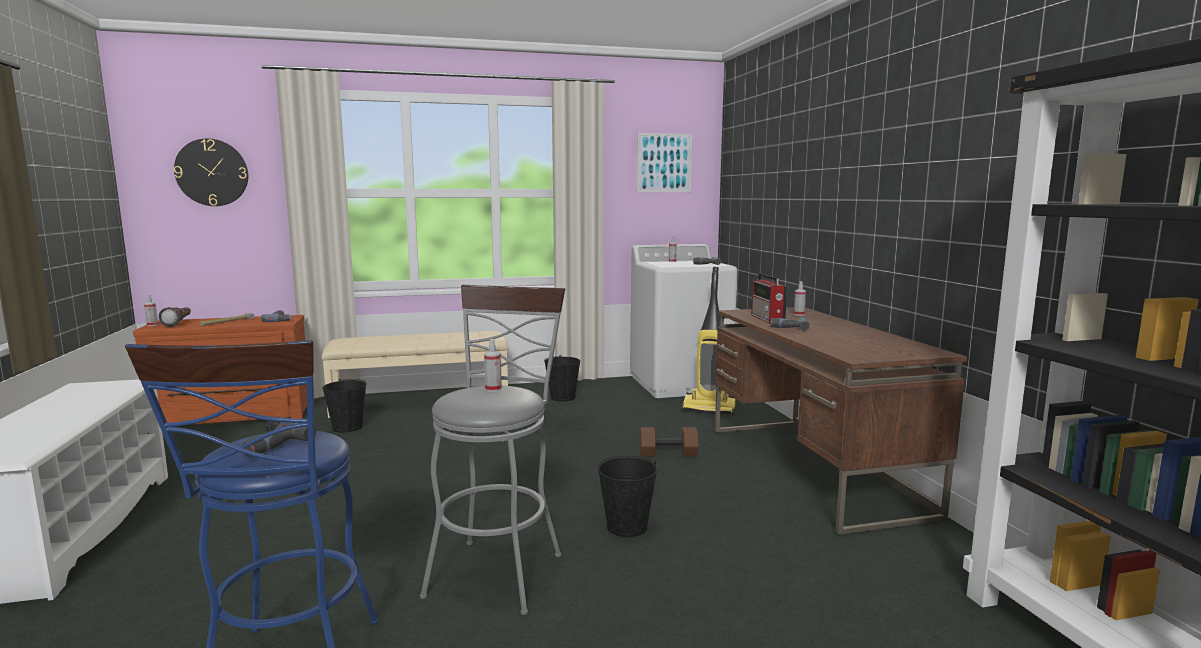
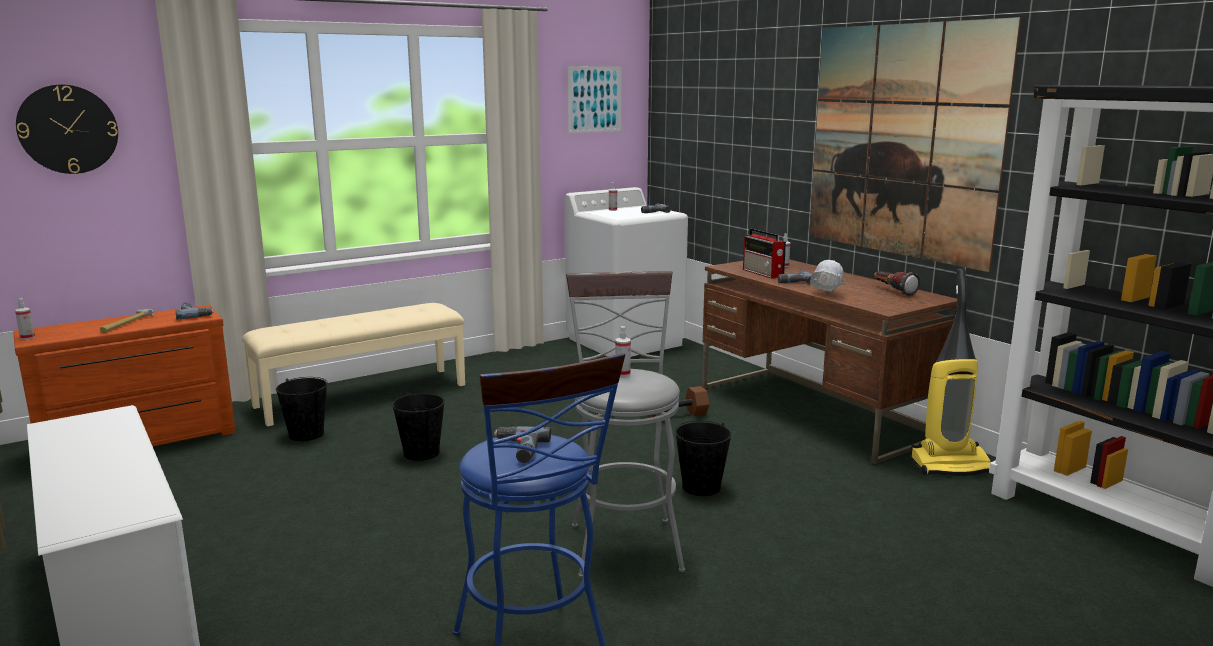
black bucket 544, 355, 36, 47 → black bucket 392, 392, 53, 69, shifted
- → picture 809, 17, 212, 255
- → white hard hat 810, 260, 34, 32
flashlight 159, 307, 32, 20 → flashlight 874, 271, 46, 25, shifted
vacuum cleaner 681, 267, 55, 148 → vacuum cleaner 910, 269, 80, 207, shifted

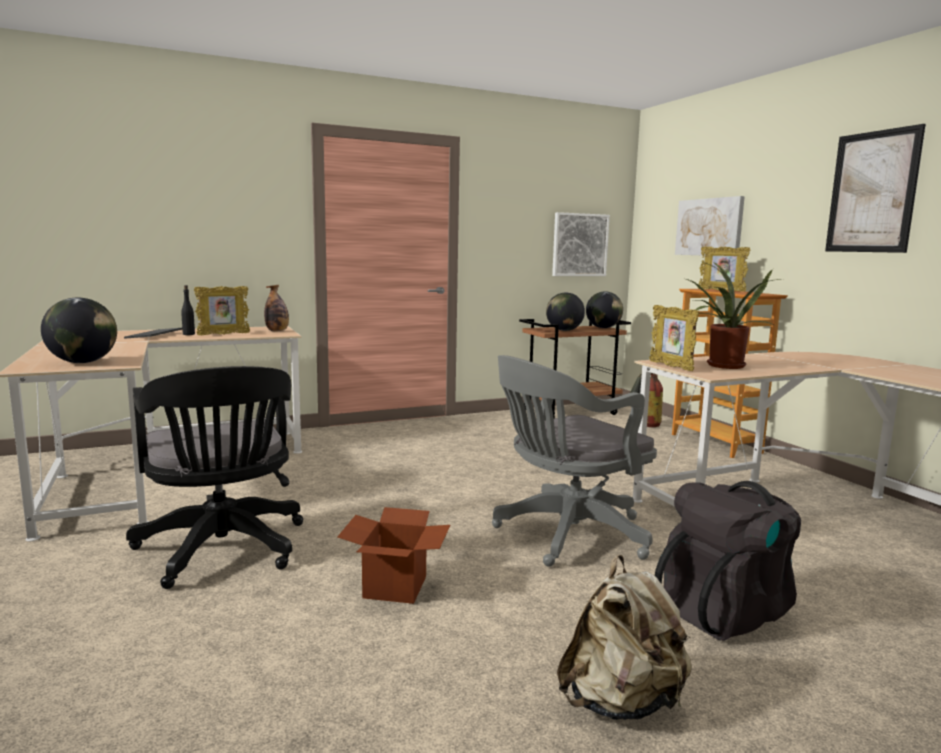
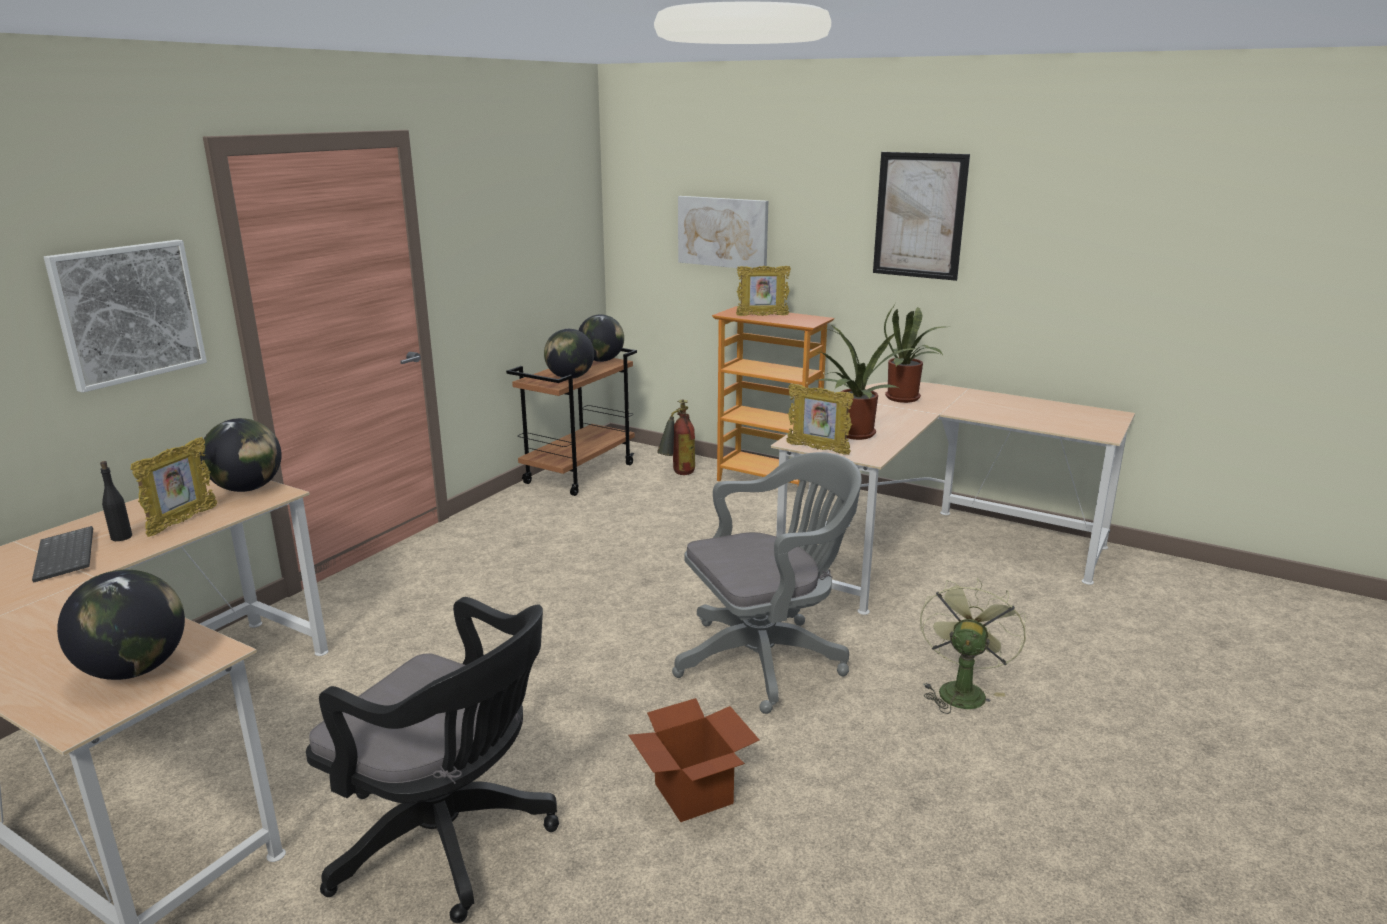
picture 552, 212, 58, 64 → picture 44, 240, 163, 153, shifted
bottle 264, 285, 25, 47 → globe 200, 418, 82, 74
grey office chair 492, 355, 165, 212 → grey office chair 672, 452, 190, 262, 135 degrees counterclockwise
- → potted plant 884, 304, 61, 99
black backpack 655, 481, 146, 160 → green fan 920, 578, 106, 136
beige backpack 557, 555, 135, 165 → -

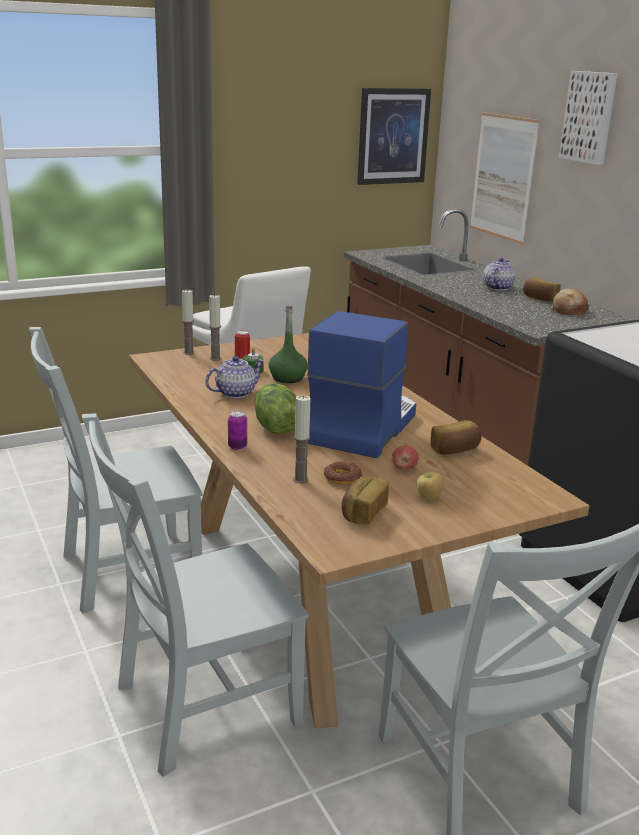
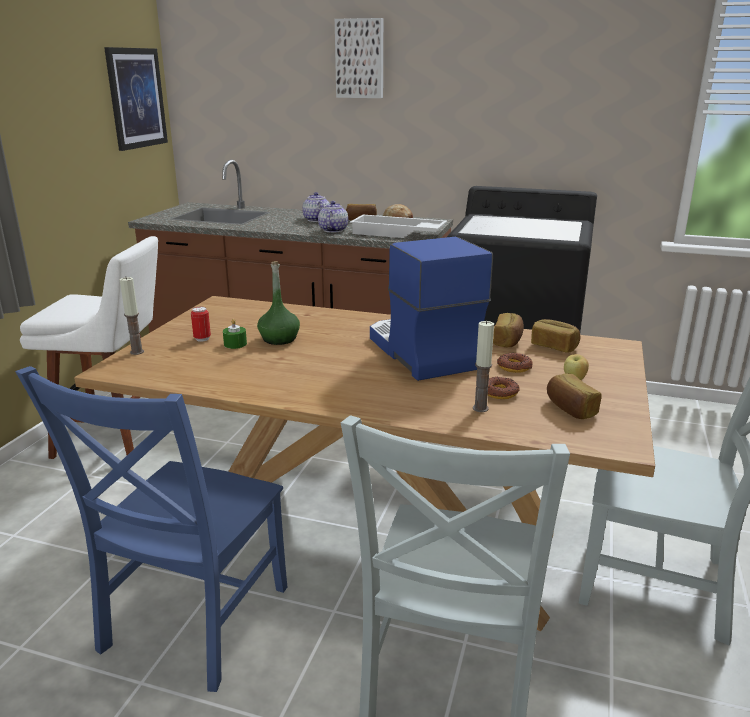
grey chair 29, 327, 173, 287 → blue chair 15, 366, 272, 326
teapot 205, 356, 60, 42 → teapot 318, 201, 30, 32, shifted
- → white tray 350, 215, 97, 23
apple 392, 445, 26, 25 → donut 497, 353, 36, 20
- → bread 531, 319, 49, 34
candle 209, 294, 12, 67 → -
can 228, 411, 19, 39 → -
lettuce 255, 383, 41, 51 → -
picture 470, 112, 70, 133 → -

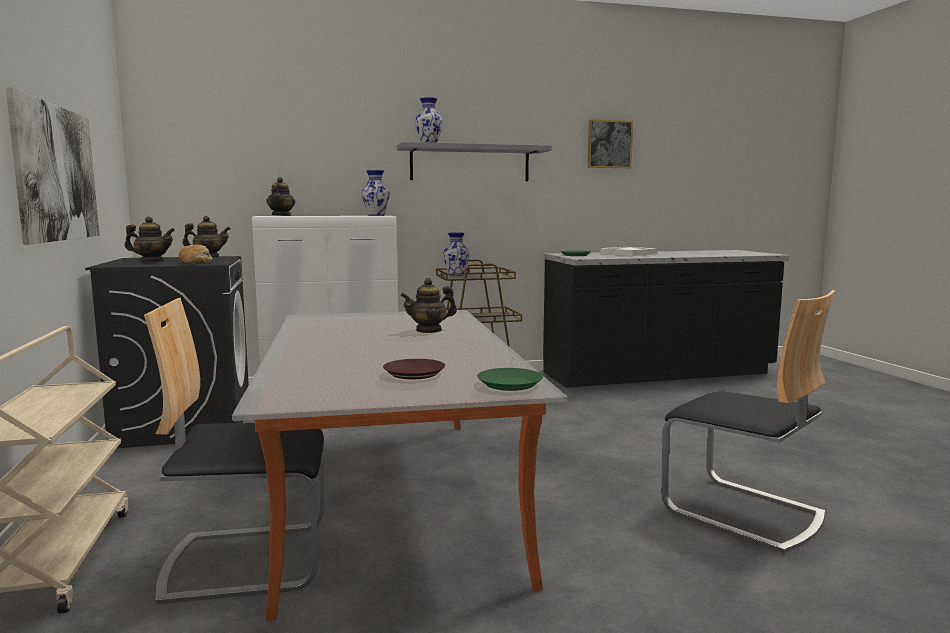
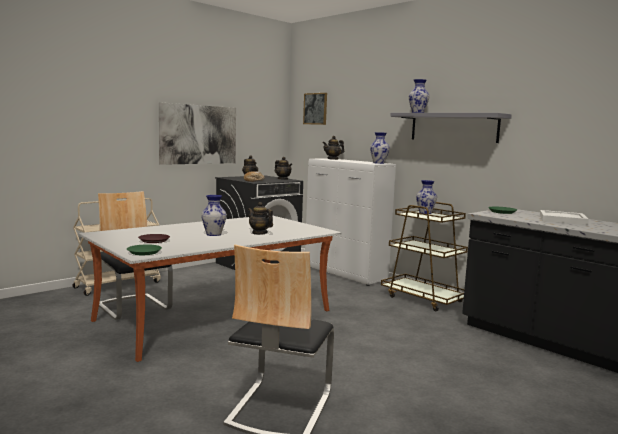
- → vase 201, 195, 26, 41
picture 588, 119, 45, 49 → picture 303, 93, 24, 32, shifted

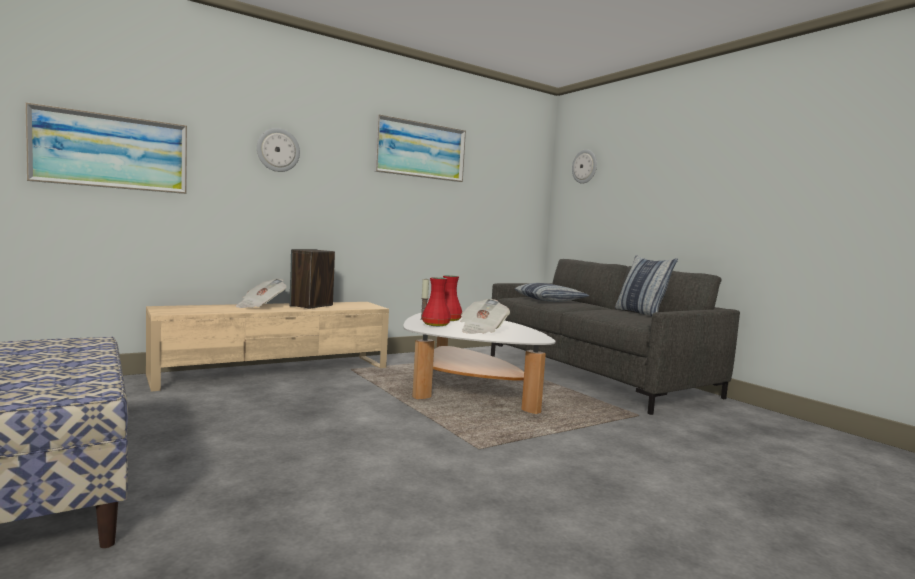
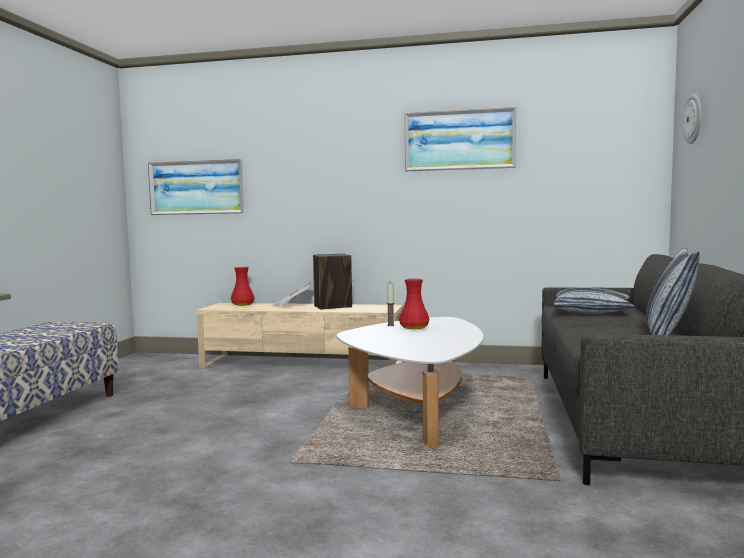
red vase 422, 277, 29, 49 → red vase 231, 267, 24, 39, shifted
wall clock 257, 128, 43, 44 → -
newspaper 460, 299, 50, 35 → -

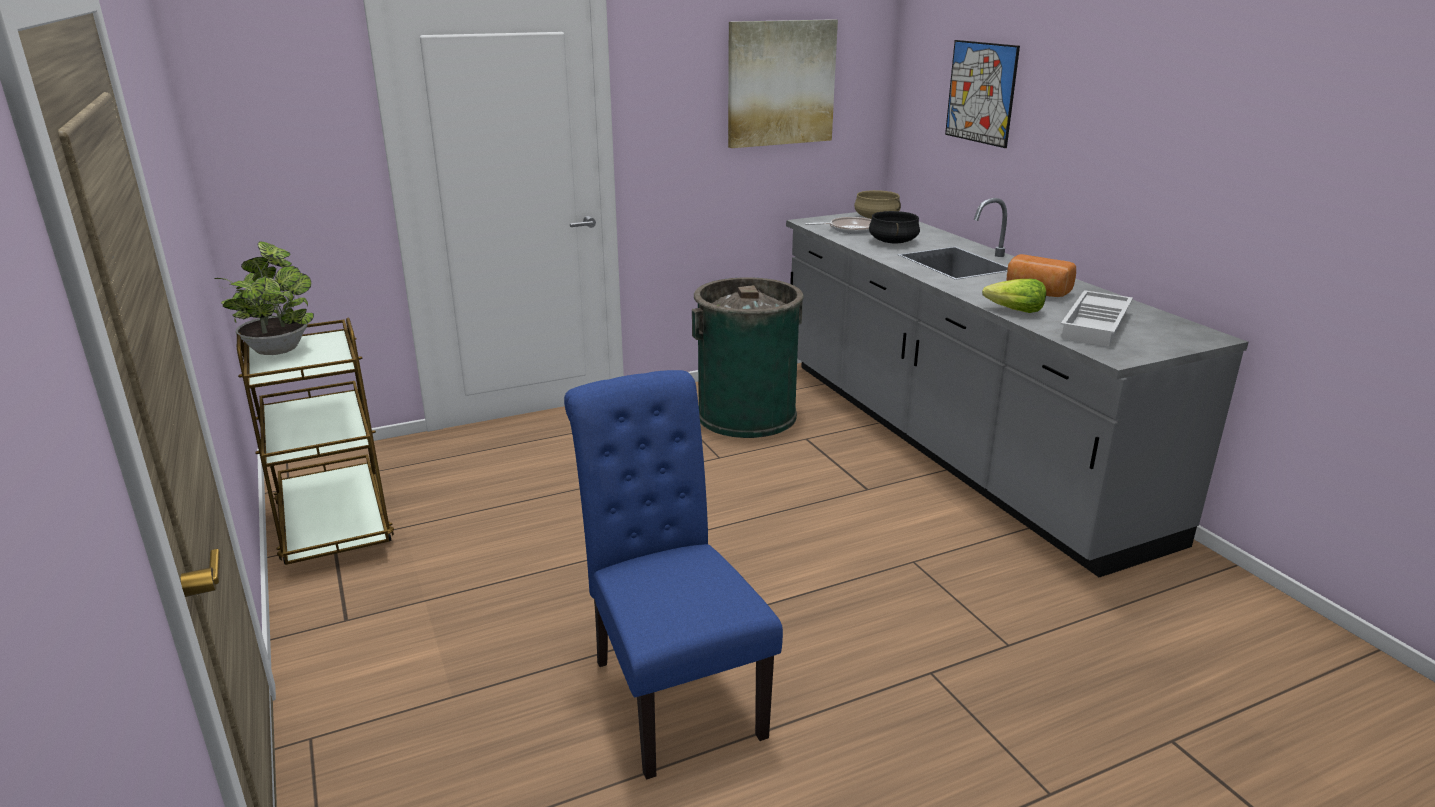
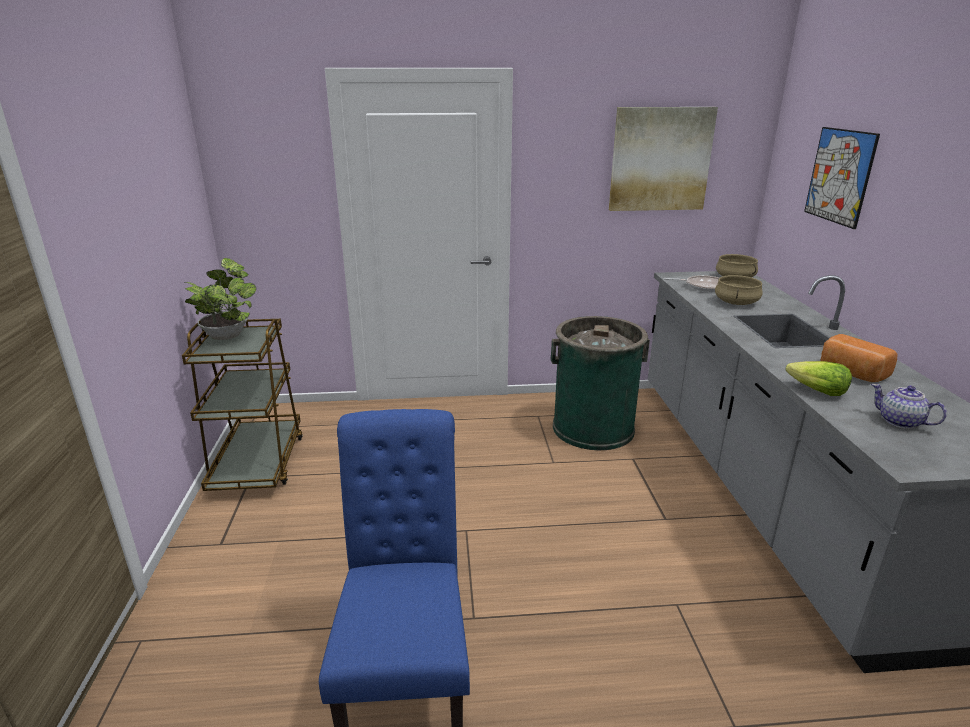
black cooking pot 869, 211, 51, 32 → beige cooking pot 715, 275, 48, 30
white tray 1061, 290, 72, 57 → teapot 871, 384, 76, 45

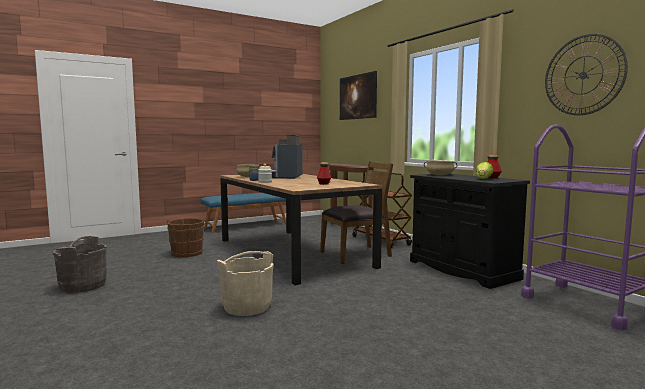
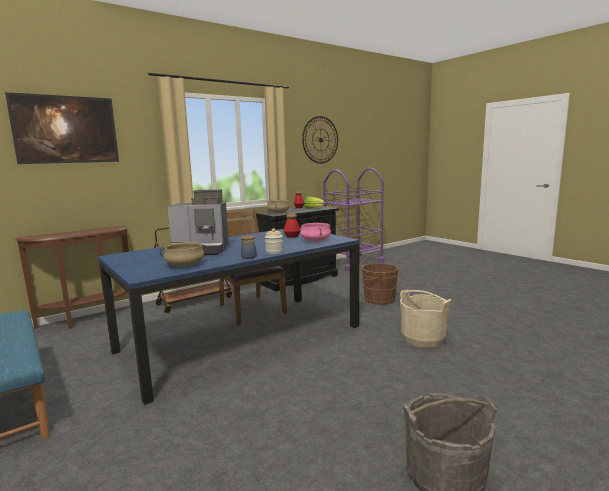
brown dining table 220, 174, 163, 111 → blue dining table 98, 228, 262, 177
- → pink cooking pot 300, 223, 31, 18
brown bucket 167, 218, 39, 39 → brown bucket 359, 262, 40, 43, shifted

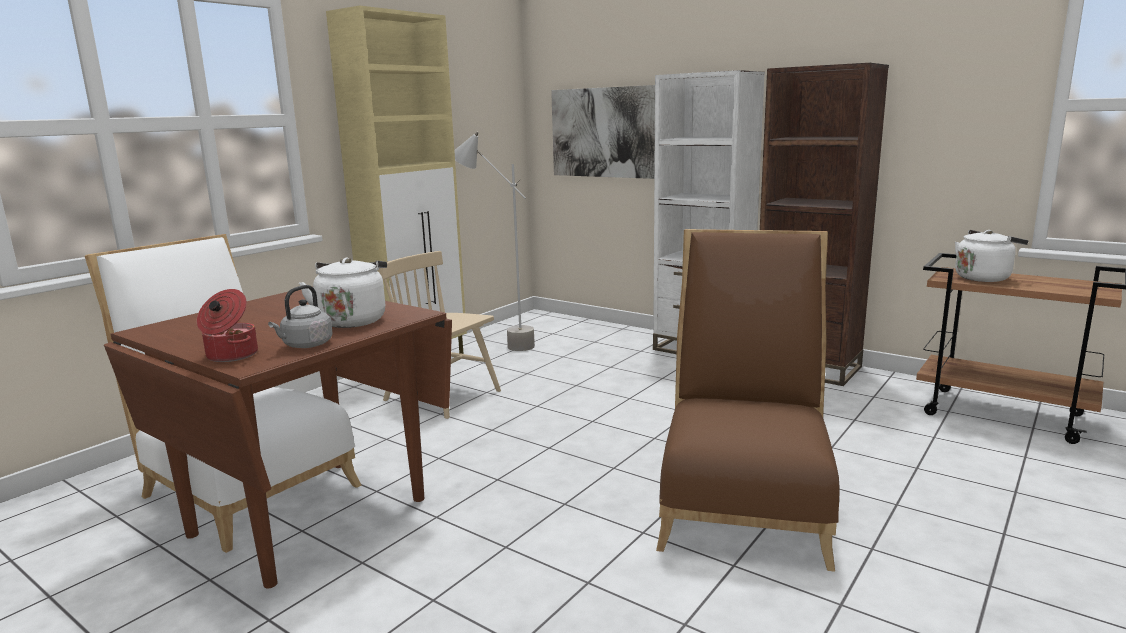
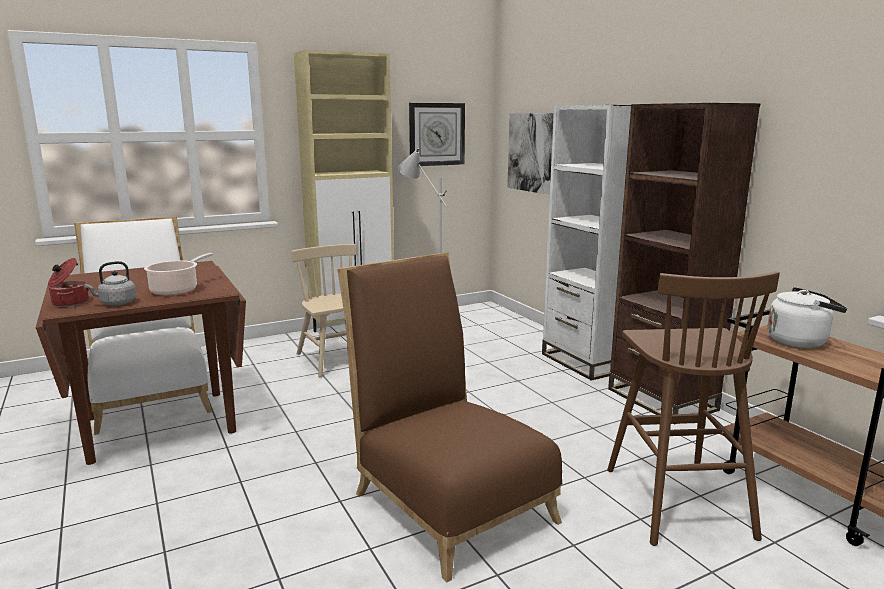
white kettle 299, 257, 88, 71 → cooking pot 144, 253, 70, 43
brown chair 656, 229, 184, 343 → brown chair 337, 252, 225, 330, 75 degrees counterclockwise
- → wall clock 409, 103, 56, 63
- → brown stool 607, 271, 173, 275

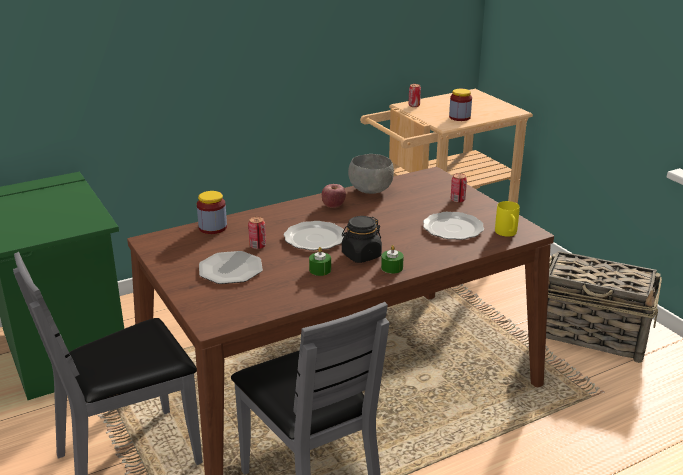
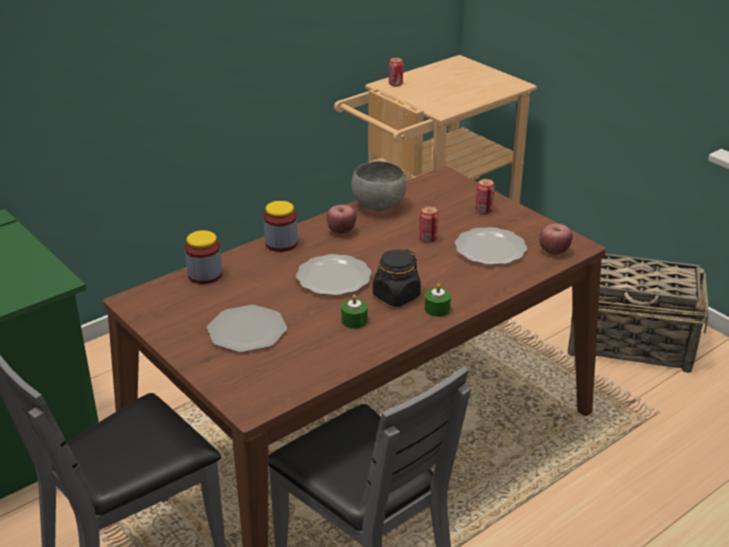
jar 449, 89, 23, 32 → jar 263, 201, 35, 51, shifted
can 248, 216, 18, 33 → can 419, 206, 20, 37, shifted
yellow mug 495, 201, 25, 36 → apple 539, 223, 33, 32

